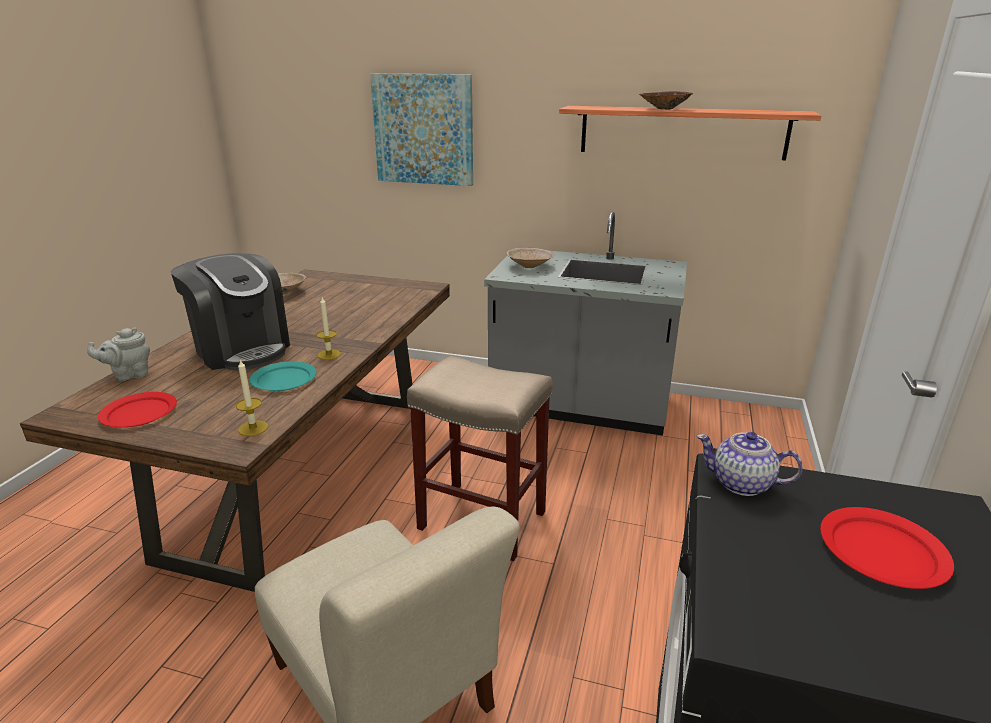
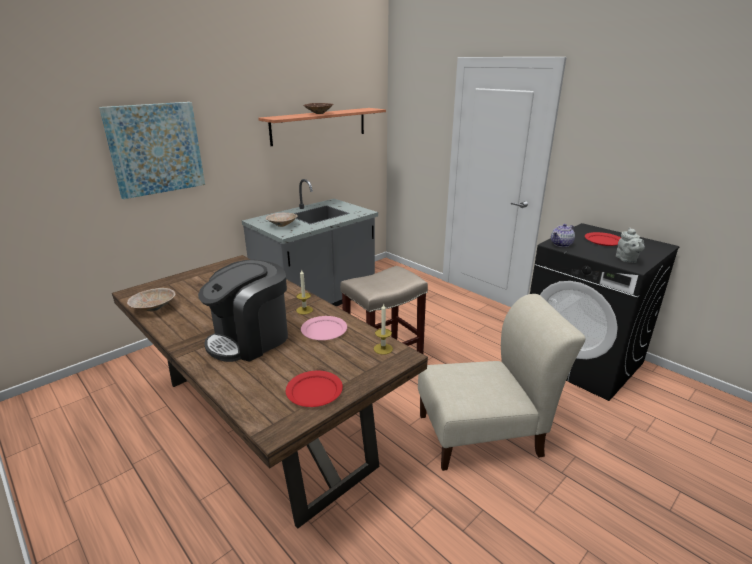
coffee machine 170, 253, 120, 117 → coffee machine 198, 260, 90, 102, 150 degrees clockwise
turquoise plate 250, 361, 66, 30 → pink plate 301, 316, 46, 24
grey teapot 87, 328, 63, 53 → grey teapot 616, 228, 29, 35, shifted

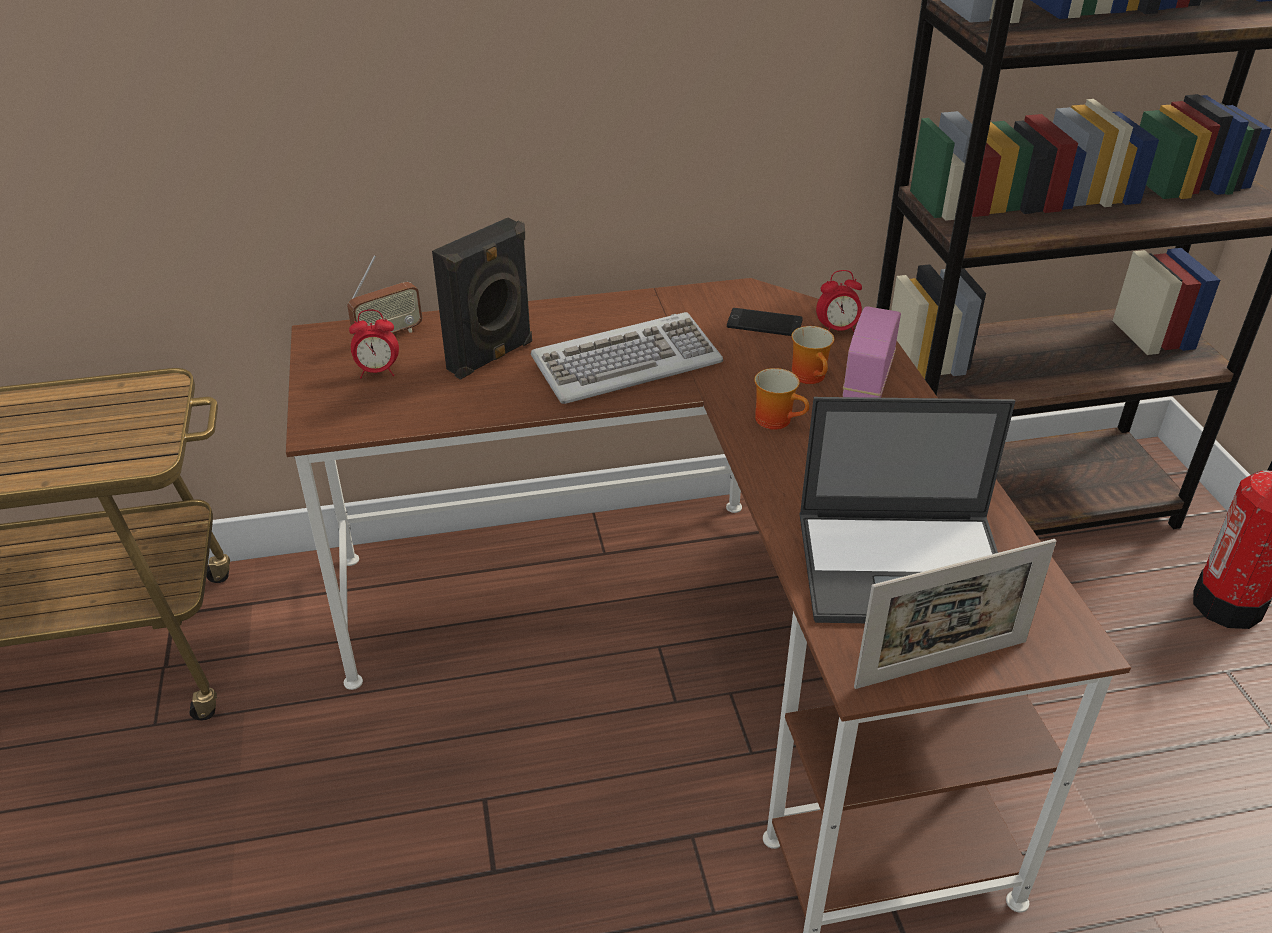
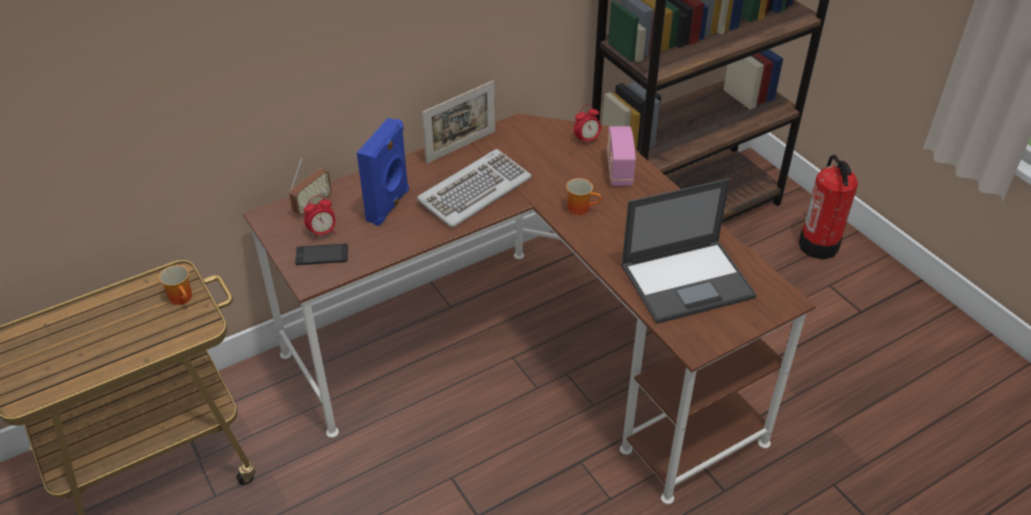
mug 792, 326, 42, 58 → mug 159, 265, 33, 40, shifted
phone 727, 308, 76, 28 → phone 295, 244, 53, 21, shifted
black speaker 432, 218, 100, 162 → blue speaker 357, 118, 52, 108
picture frame 854, 539, 203, 150 → picture frame 422, 80, 73, 84, shifted

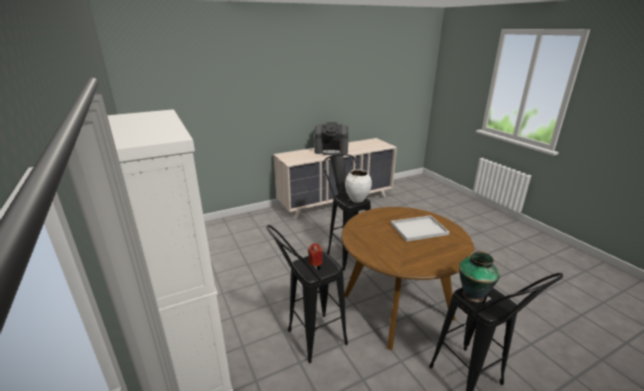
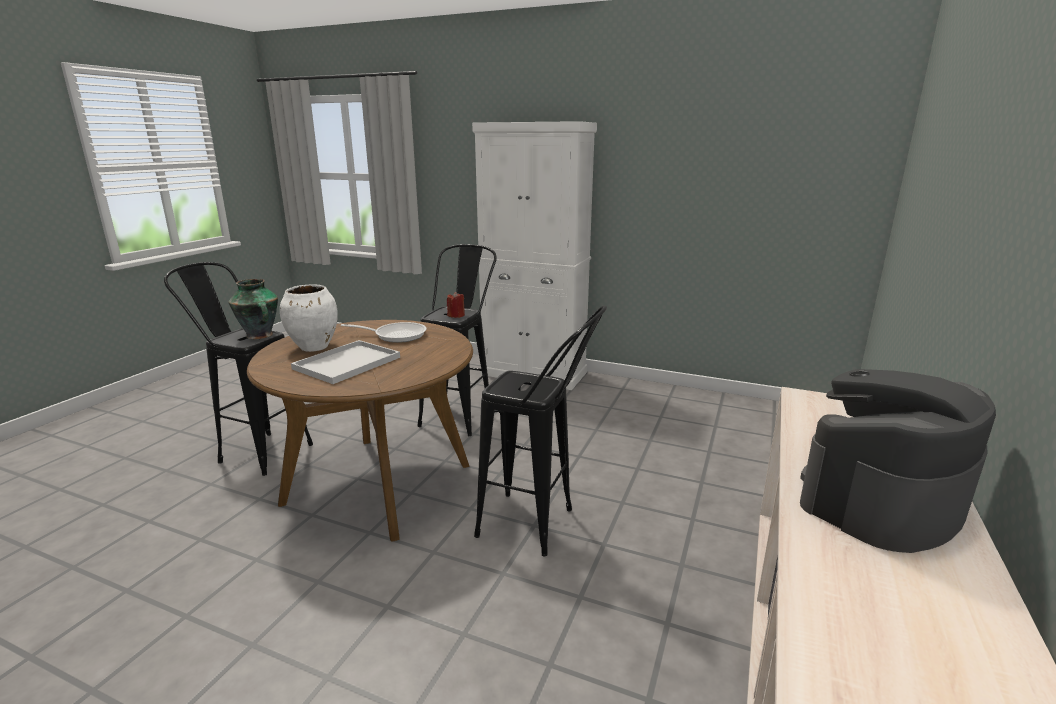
white vase 345, 169, 27, 34 → white vase 280, 284, 58, 68, shifted
- → frying pan 341, 322, 86, 21

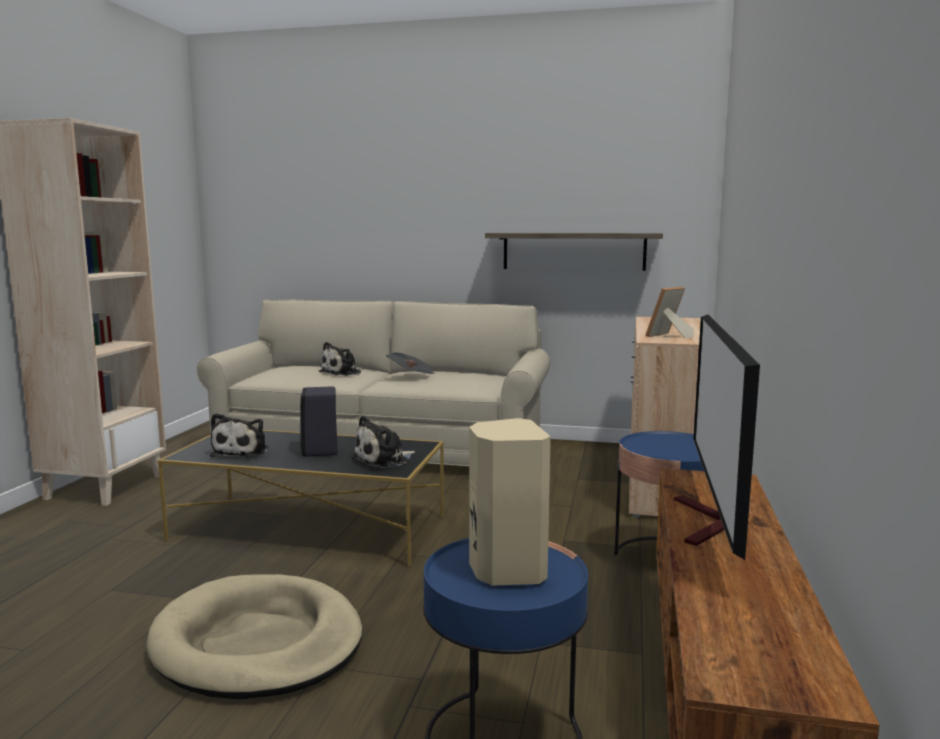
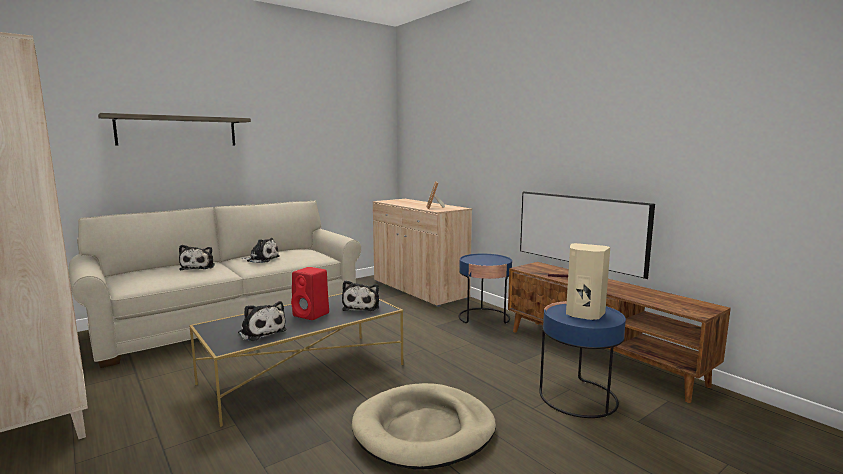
shelf 485, 233, 178, 38 → shelf 98, 113, 153, 33, shifted
newspaper 386, 353, 49, 21 → plush toy 243, 238, 37, 25
black speaker 300, 386, 38, 71 → red speaker 291, 267, 38, 53

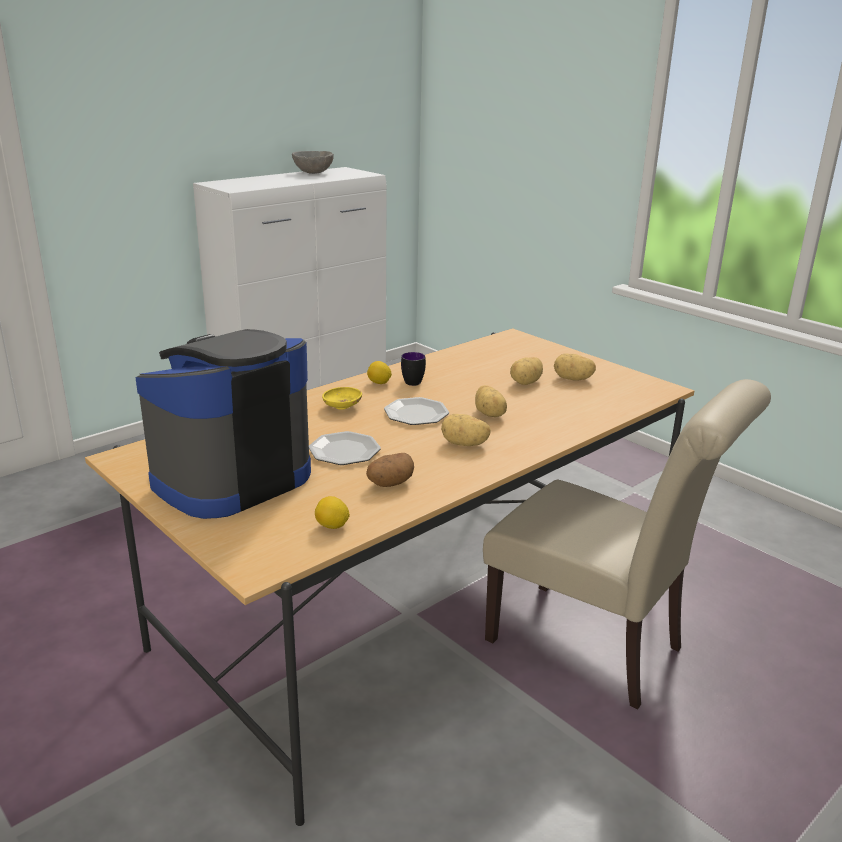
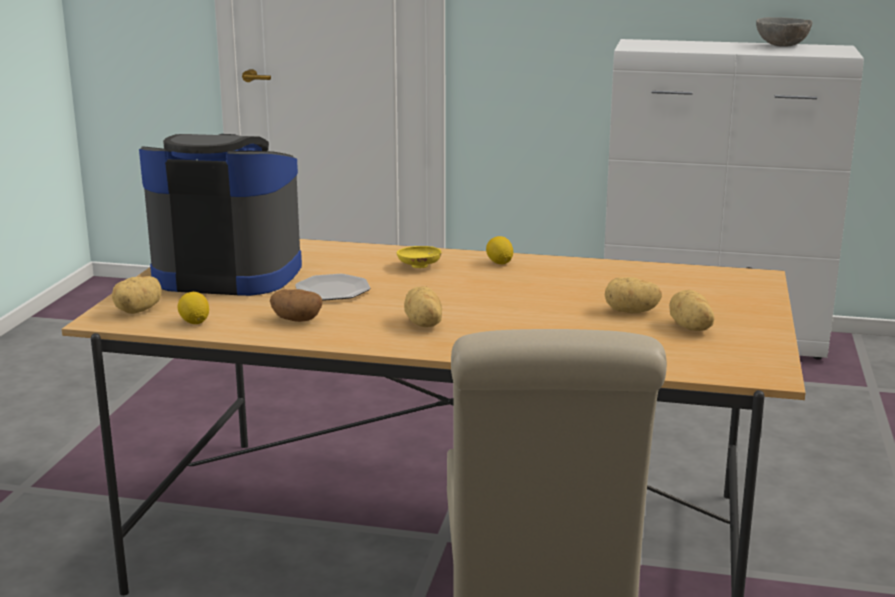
potato 475, 385, 32, 32 → potato 112, 276, 50, 38, shifted
plate 384, 397, 65, 28 → -
mug 401, 352, 25, 34 → -

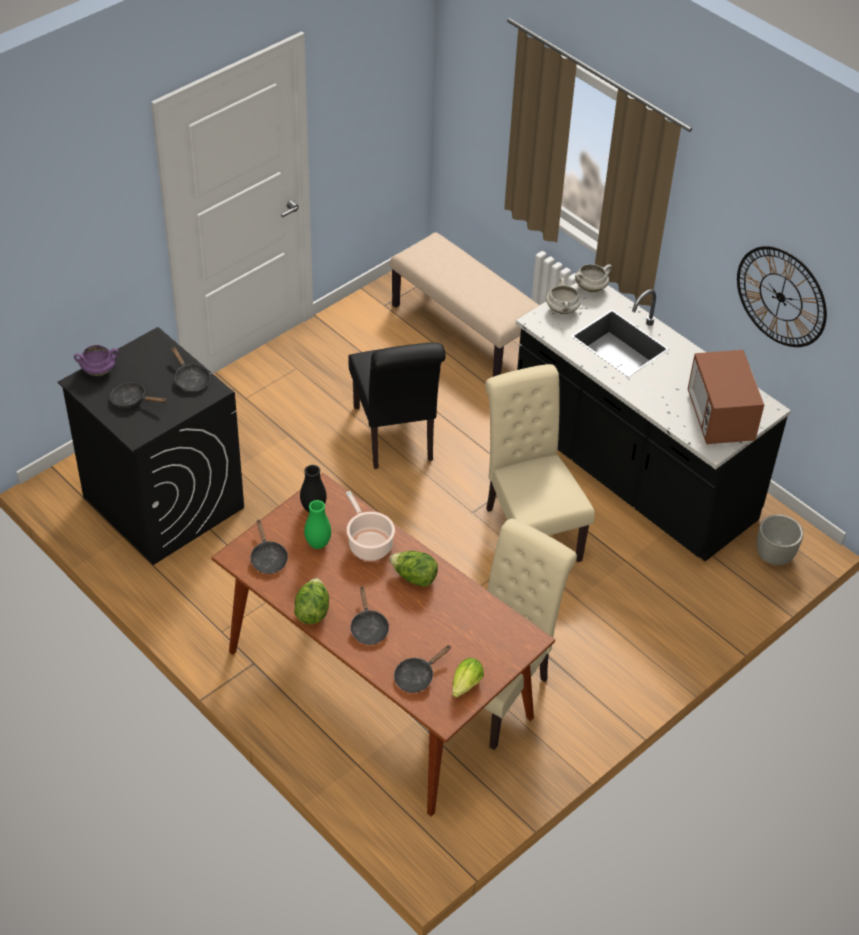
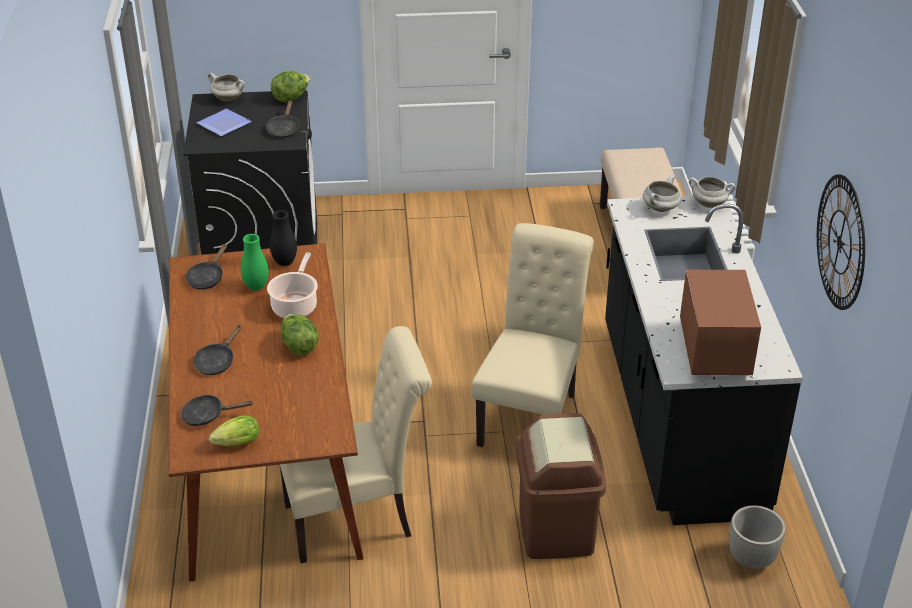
black frying pan 110, 382, 57, 26 → plate 196, 109, 56, 27
purple cooking pot 74, 345, 45, 31 → white cooking pot 208, 73, 37, 29
lettuce 294, 578, 35, 46 → lettuce 271, 71, 39, 31, shifted
- → brown trash can 516, 413, 90, 146
microwave 688, 350, 76, 94 → microwave 680, 270, 81, 105, 150 degrees clockwise
black chair 348, 343, 98, 126 → -

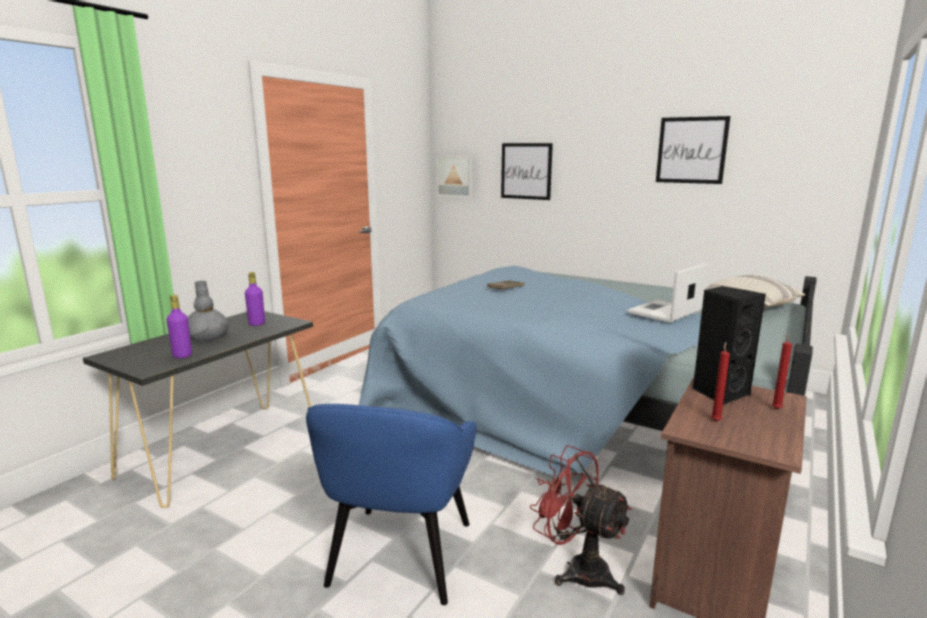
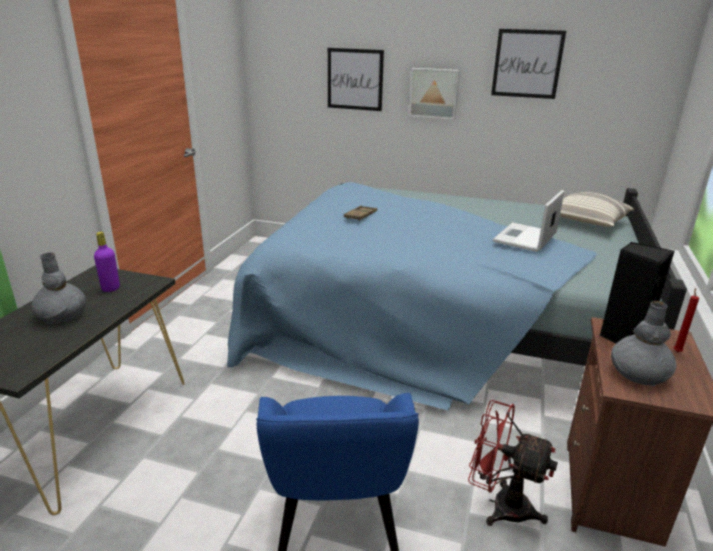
picture 437, 156, 36, 41 → picture 409, 68, 51, 52, shifted
red candle 711, 342, 19, 79 → grey vase 611, 300, 65, 86
purple bottle 166, 295, 26, 63 → -

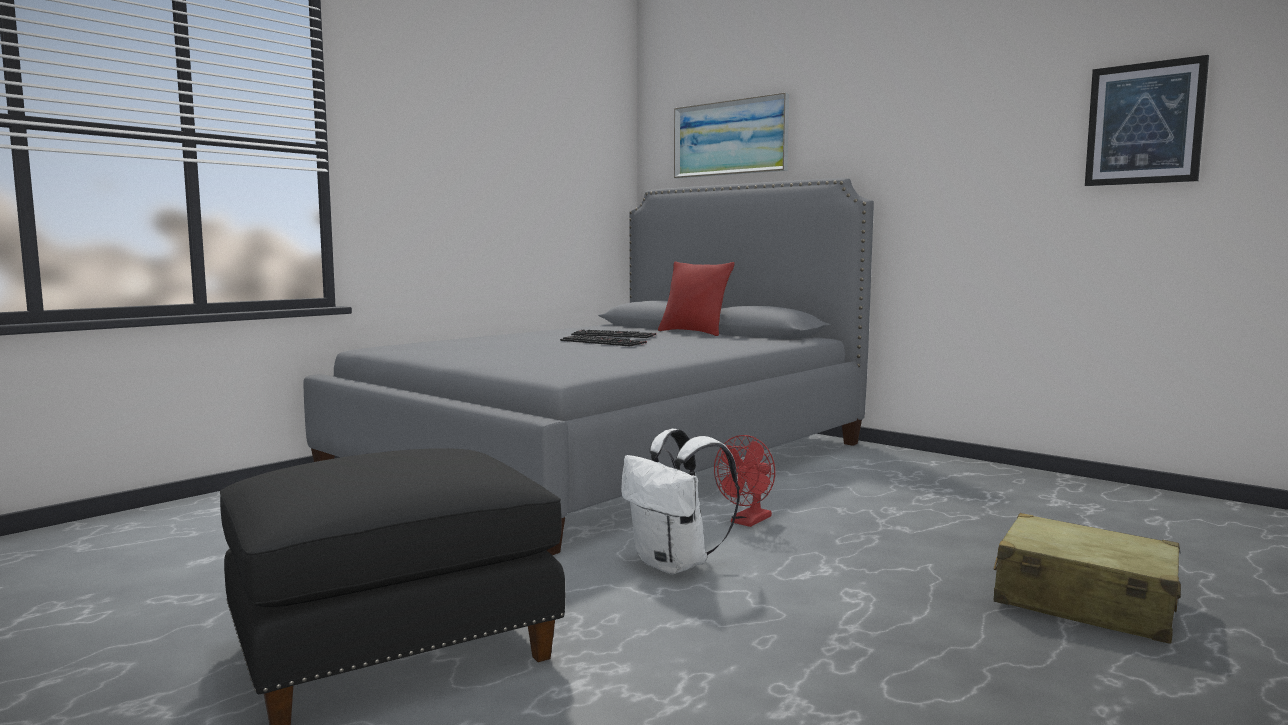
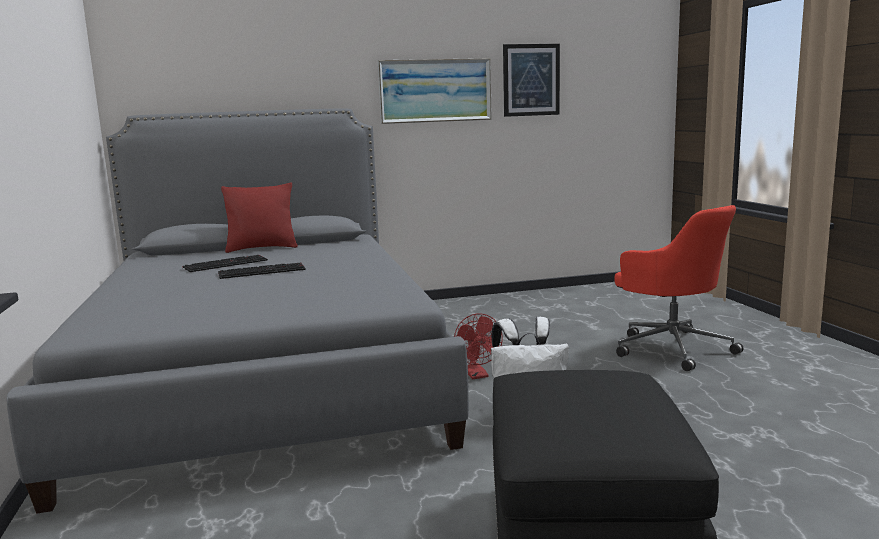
picture 674, 92, 115, 87 → picture 378, 58, 114, 66, shifted
beige suitcase 993, 513, 188, 131 → red office chair 614, 205, 129, 166

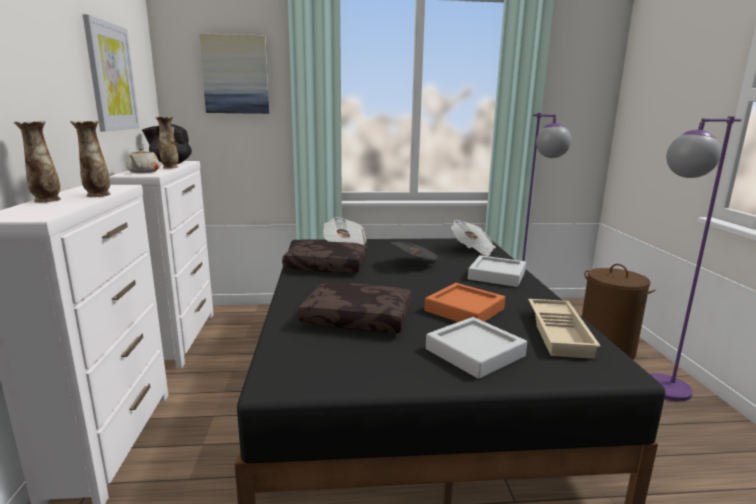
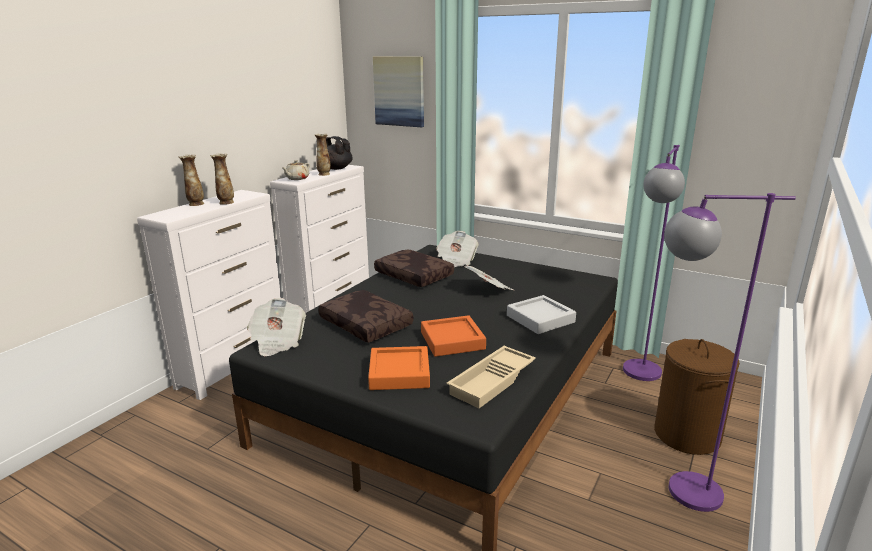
newspaper 451, 220, 45, 36 → newspaper 247, 298, 59, 58, shifted
grey tray 426, 317, 101, 62 → orange tray 368, 346, 62, 44
picture 83, 14, 57, 117 → -

